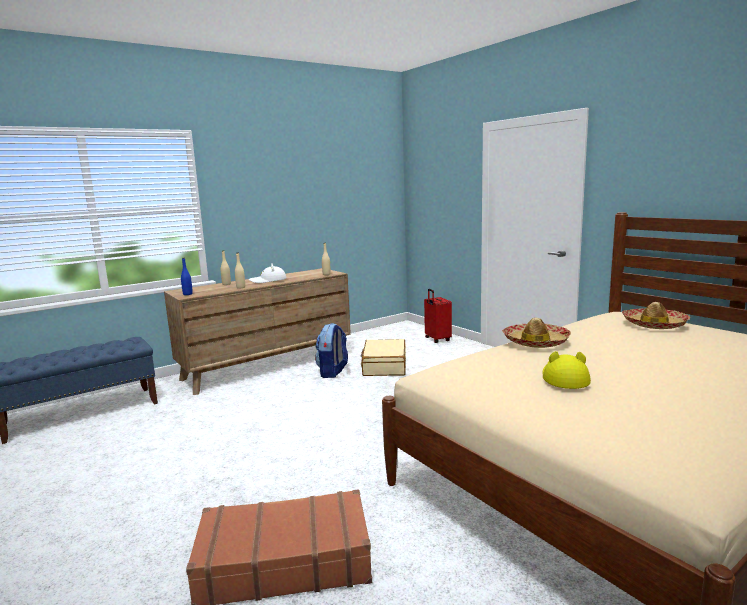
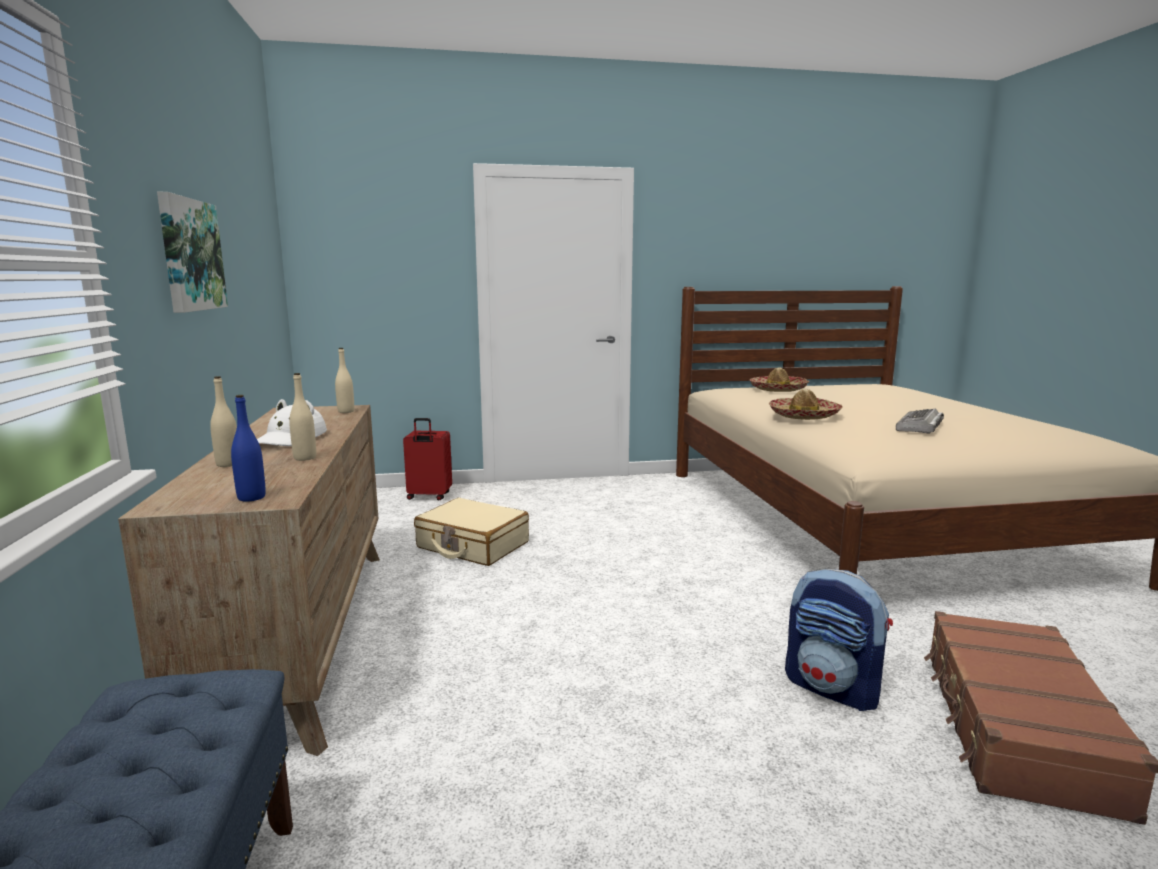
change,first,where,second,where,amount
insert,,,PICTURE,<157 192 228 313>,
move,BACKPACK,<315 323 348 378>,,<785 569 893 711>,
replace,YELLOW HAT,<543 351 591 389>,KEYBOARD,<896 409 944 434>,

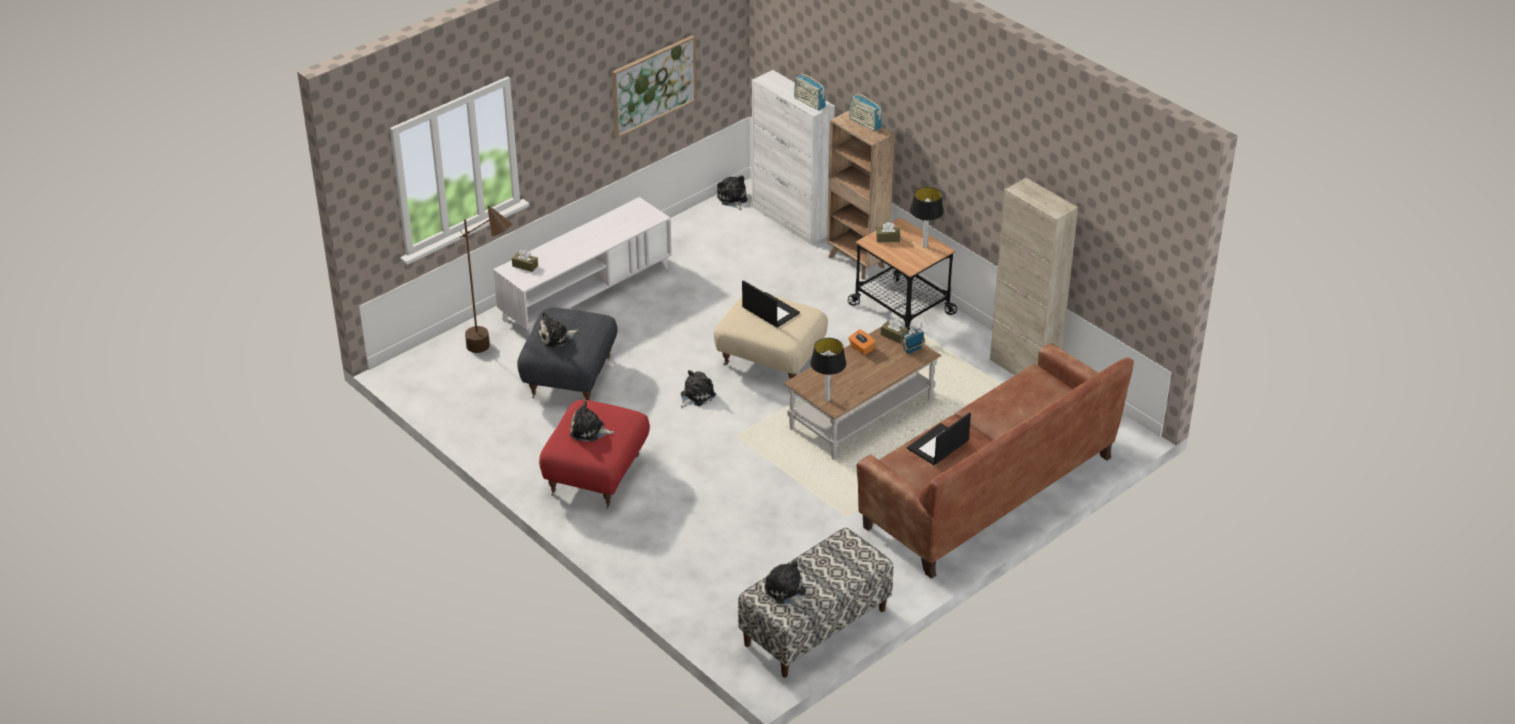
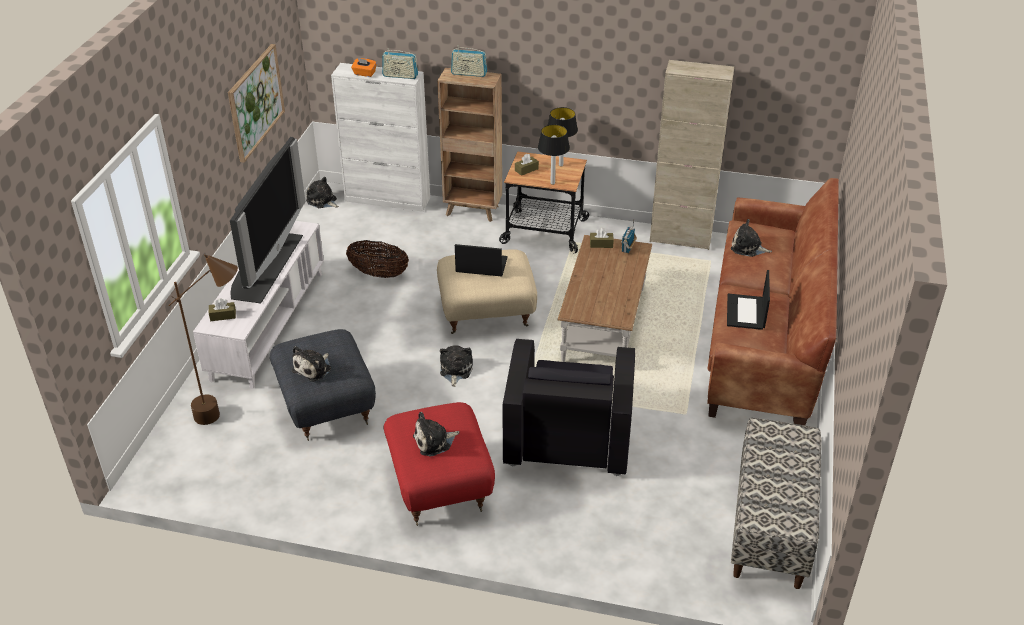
change,first,where,second,where,amount
insert,,,TELEVISION,<230 137 306 304>,
insert,,,BASKET,<346 240 409 278>,
insert,,,BLACK ARMCHAIR,<502 339 635 476>,
move,PLUSH TOY,<764 560 806 608>,,<731 219 772 257>,
move,TABLE LAMP,<810 338 846 401>,,<538 125 570 185>,
move,ORANGE TISSUE BOX,<848 329 876 355>,,<351 58 377 77>,

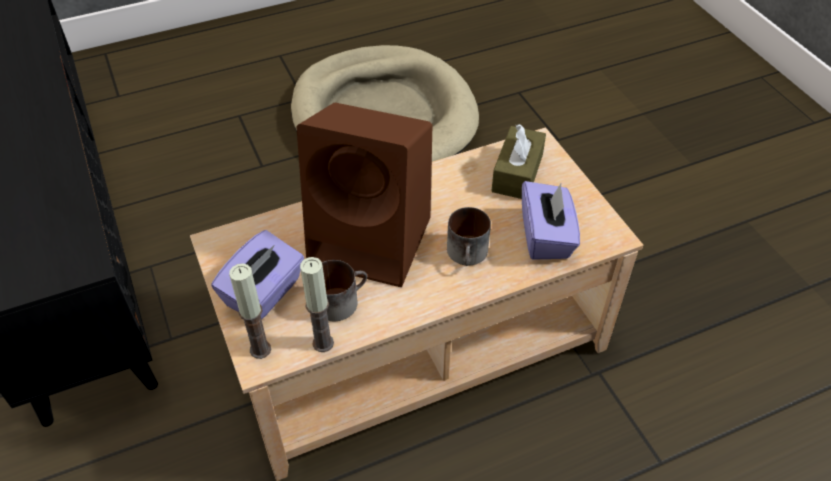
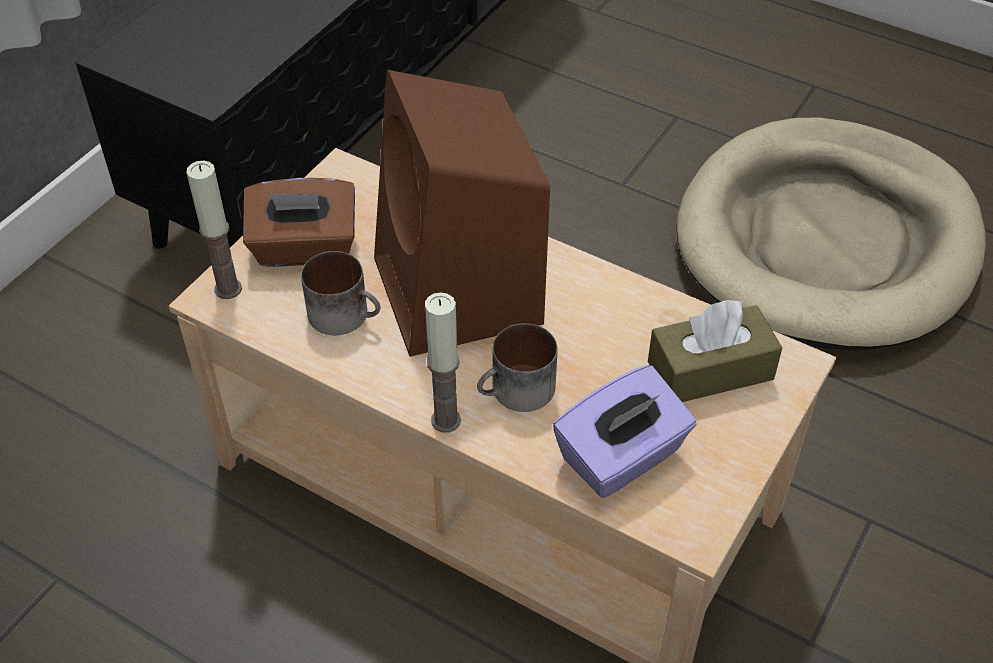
change,first,where,second,where,amount
move,CANDLE,<300 257 334 352>,,<425 292 461 433>,
recolor,PURPLE TISSUE BOX,<211 230 304 319>,BROWN TISSUE BOX,<243 178 355 267>,

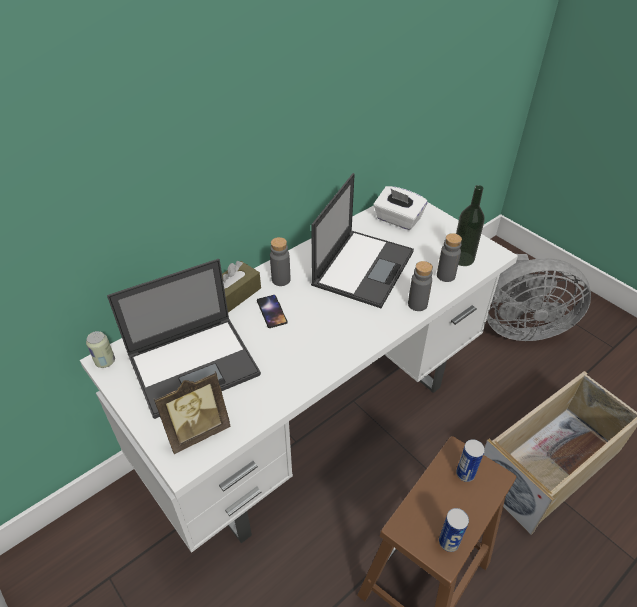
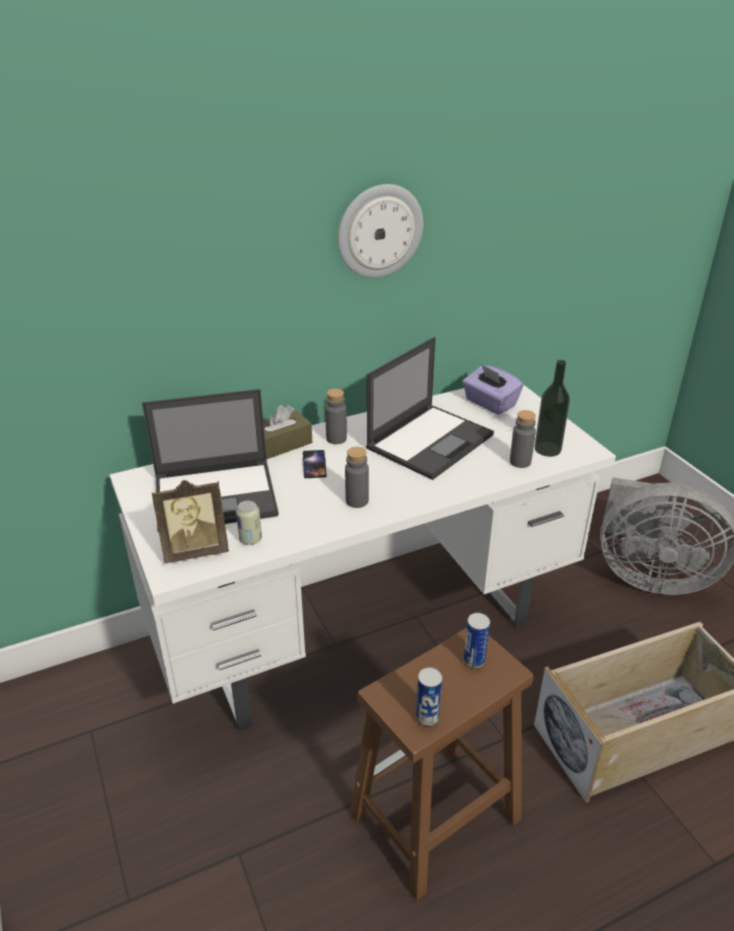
change,first,where,second,where,amount
insert,,,WALL CLOCK,<338 184 423 278>,
move,CAN,<86 331 115 368>,,<236 501 262 545>,
move,GREY BOTTLE,<408 261 433 311>,,<345 447 369 508>,
recolor,WHITE TISSUE BOX,<373 186 427 230>,PURPLE TISSUE BOX,<462 365 523 414>,

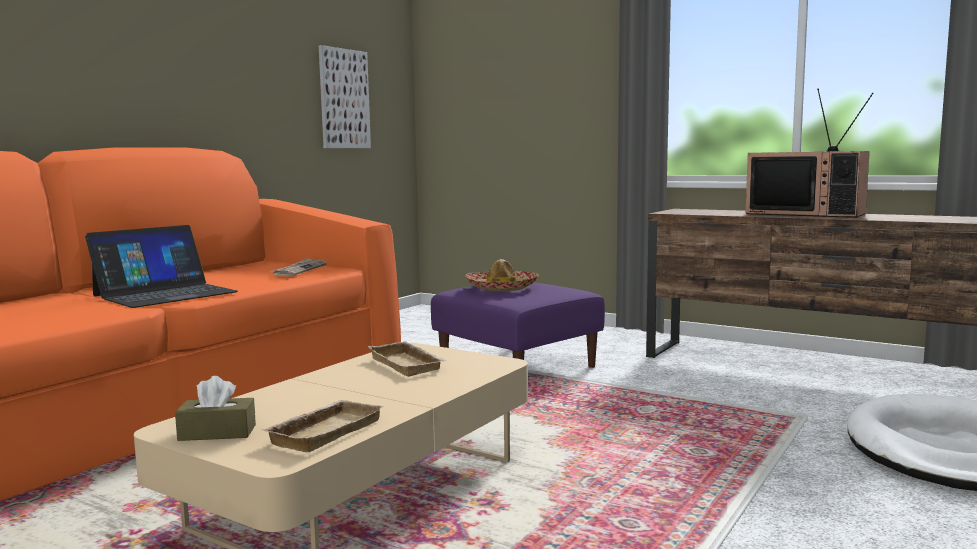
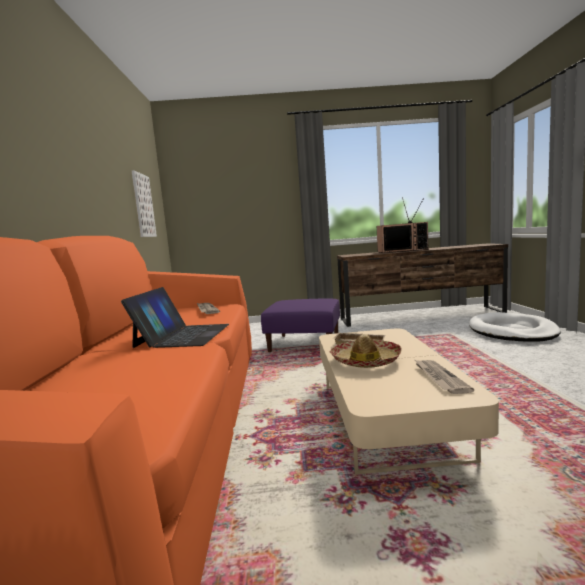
change,first,where,second,where,amount
delete,BROWN TISSUE BOX,<175 376 256 441>,,,
move,HAT,<465 259 539 291>,,<330 334 402 368>,
replace,BEIGE TRAY,<262 400 384 452>,NEWSPAPER,<415 360 474 394>,

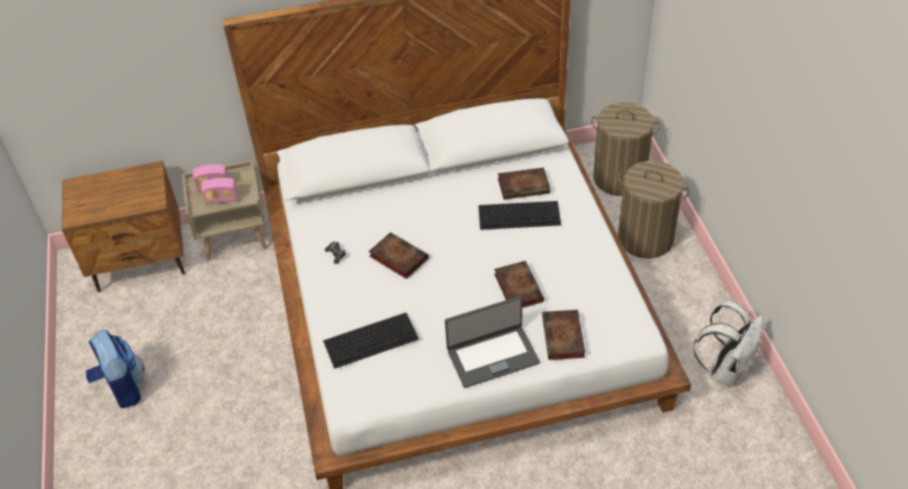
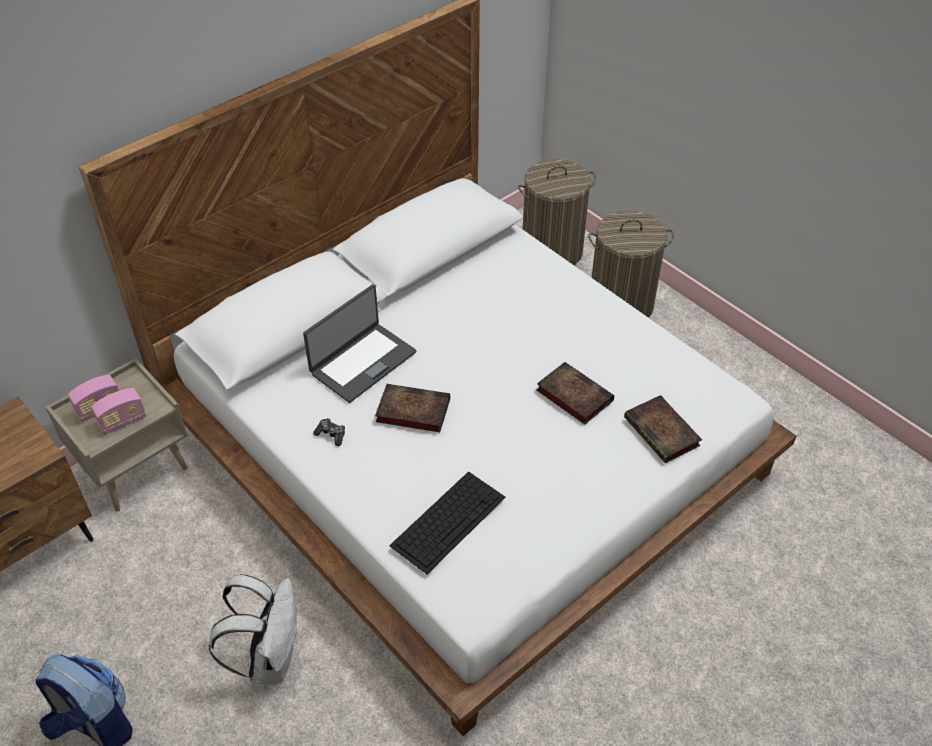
change,first,where,second,where,amount
delete,KEYBOARD,<478 201 561 230>,,,
delete,BOOK,<498 167 551 199>,,,
move,LAPTOP,<445 296 540 388>,,<303 284 416 403>,
move,WHITE BACKPACK,<693 301 764 387>,,<209 574 298 685>,

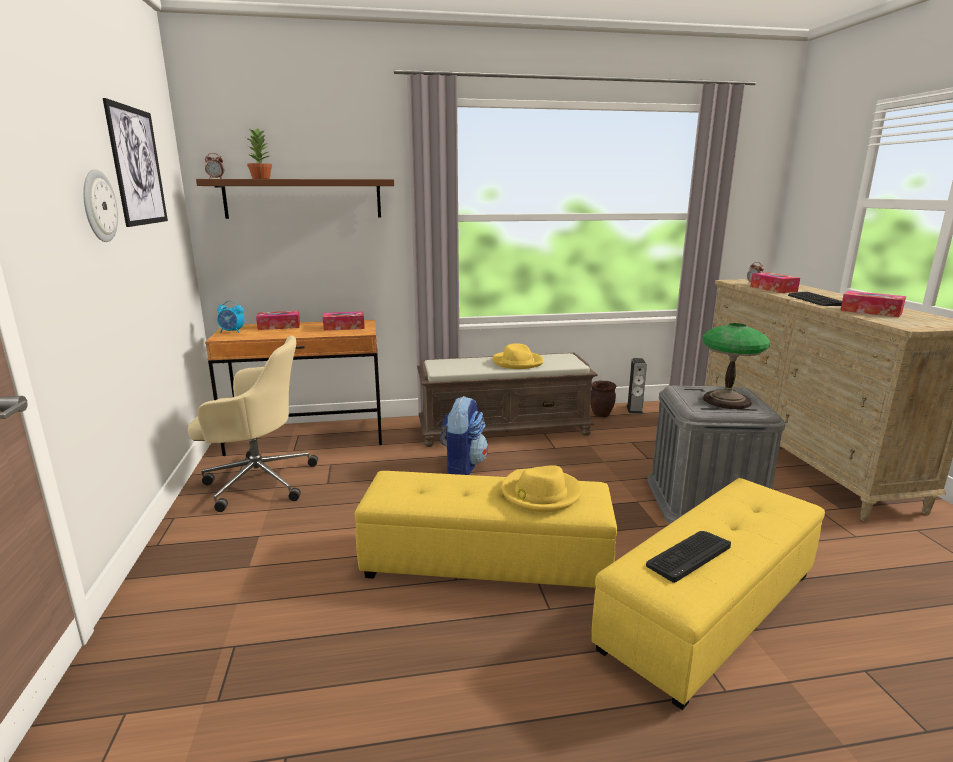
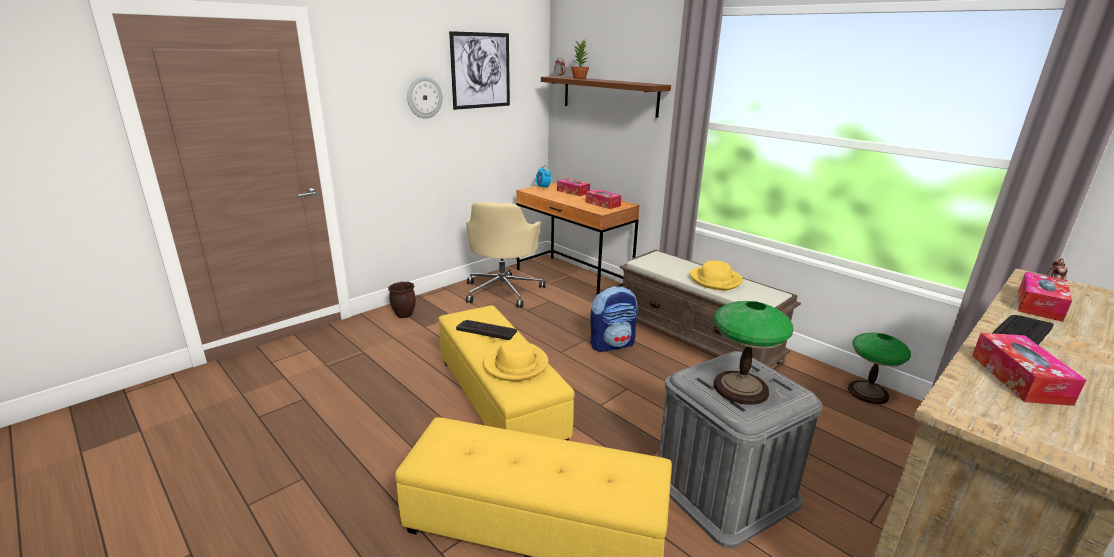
change,first,where,second,where,amount
move,BROWN PLANTER,<590 380 617 417>,,<388 282 416 318>,
move,KEYBOARD,<646 531 731 583>,,<456 320 517 340>,
replace,SPEAKER,<627 358 647 414>,TABLE LAMP,<847 332 911 404>,
rotate,BEIGE OFFICE CHAIR,<188 336 318 512>,,<466 202 545 308>,45 degrees clockwise

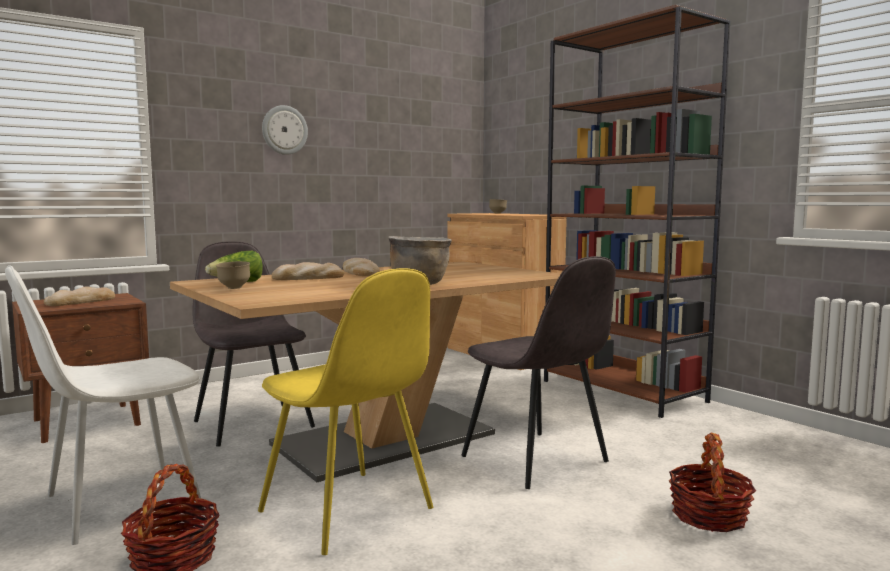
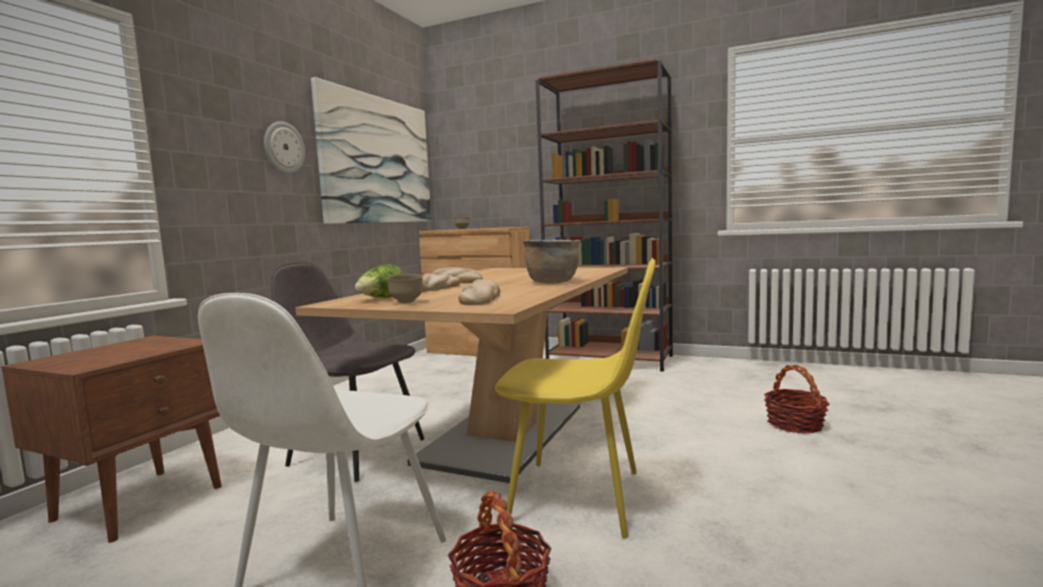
change,first,where,second,where,amount
delete,GREY CHAIR,<462 256 616 489>,,,
insert,,,PICTURE,<311 77 431 224>,
move,BREAD,<44 286 115 306>,,<458 279 500 305>,

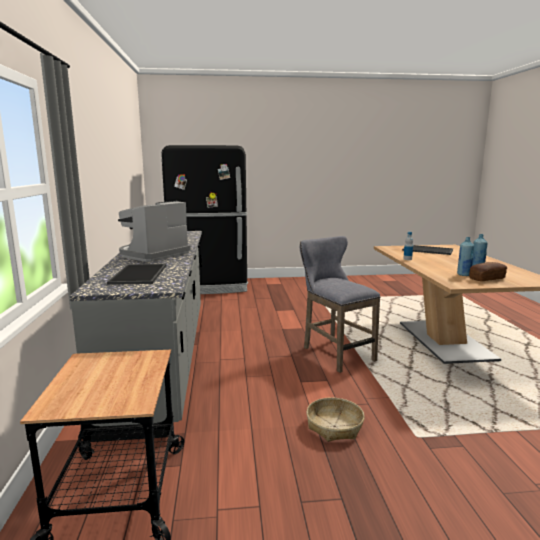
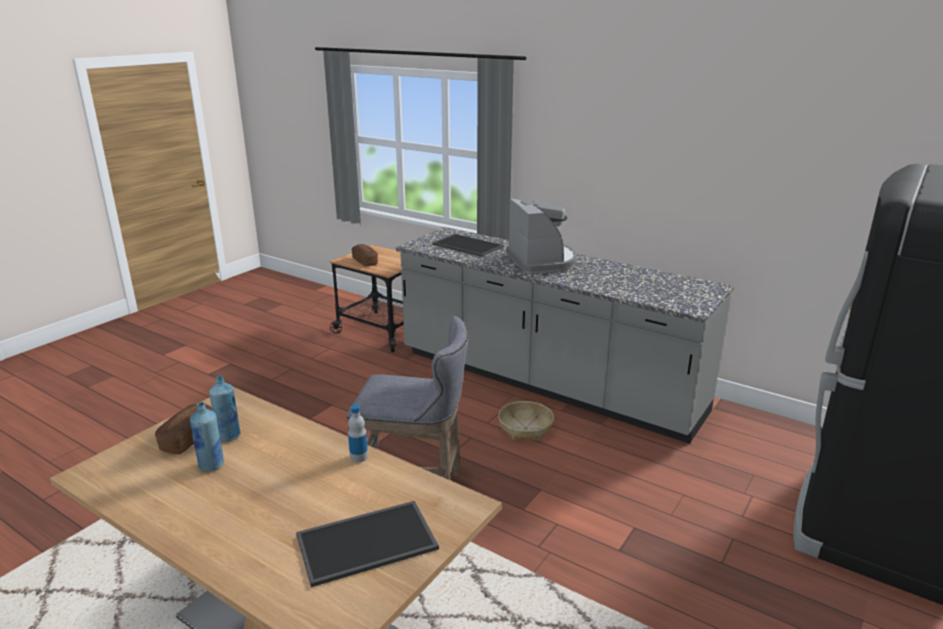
change,first,where,second,where,amount
insert,,,BREAD,<351 244 378 266>,
move,BASKET,<306 397 365 442>,,<498 401 554 441>,

